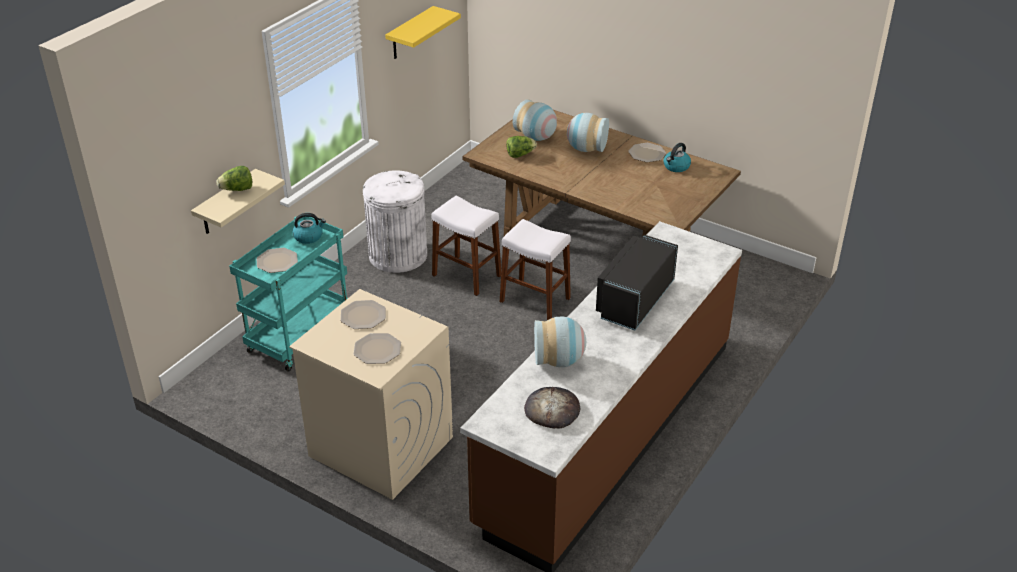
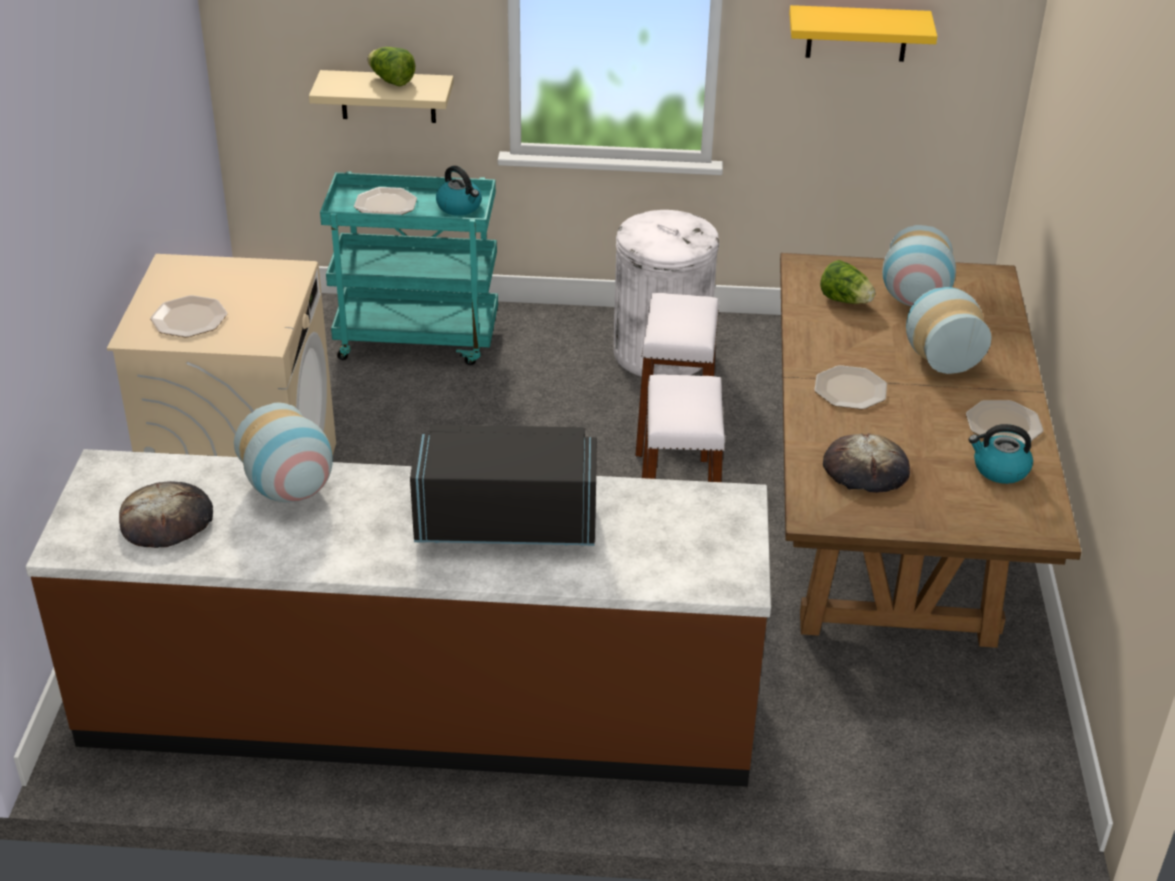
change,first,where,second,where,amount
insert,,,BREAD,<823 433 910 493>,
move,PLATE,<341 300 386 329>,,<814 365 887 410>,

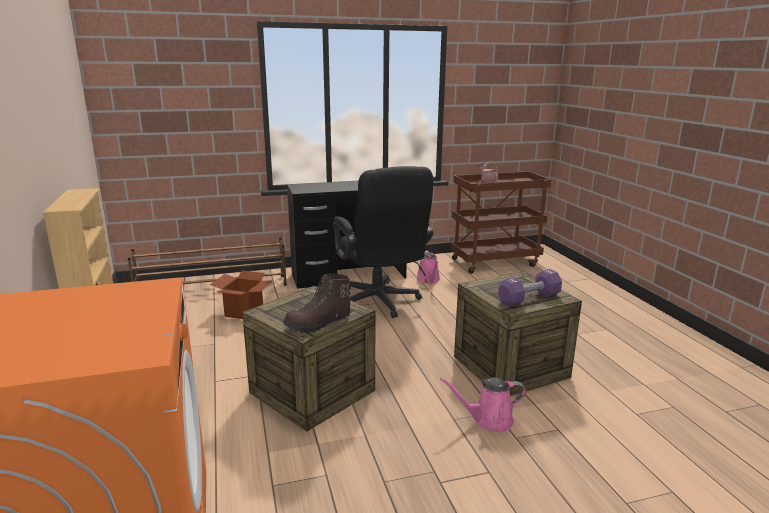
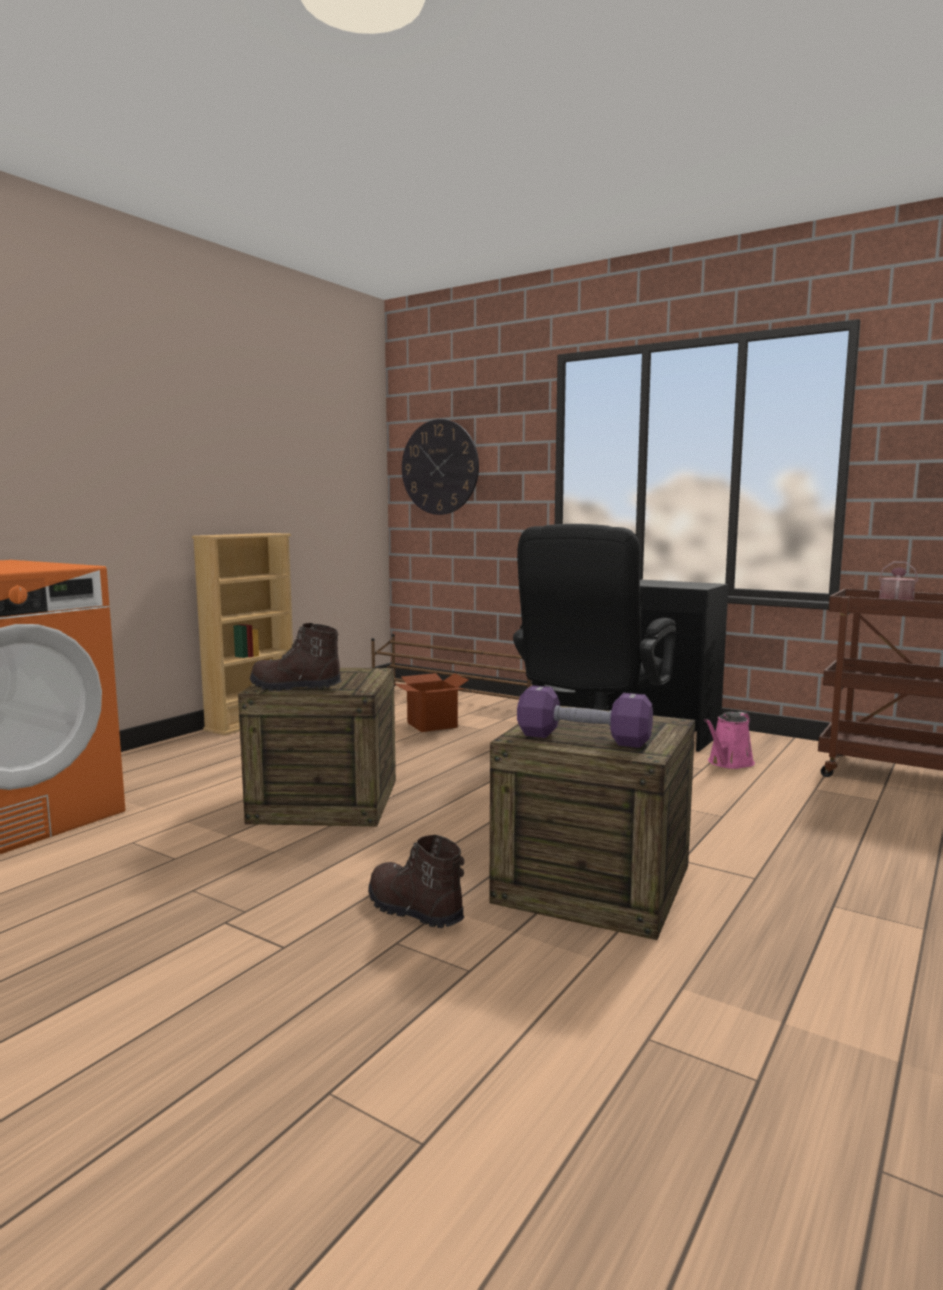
change,first,where,second,where,amount
insert,,,WALL CLOCK,<402 419 479 515>,
replace,PINK WATERING CAN,<440 377 526 432>,BROWN BOOT,<368 835 464 928>,

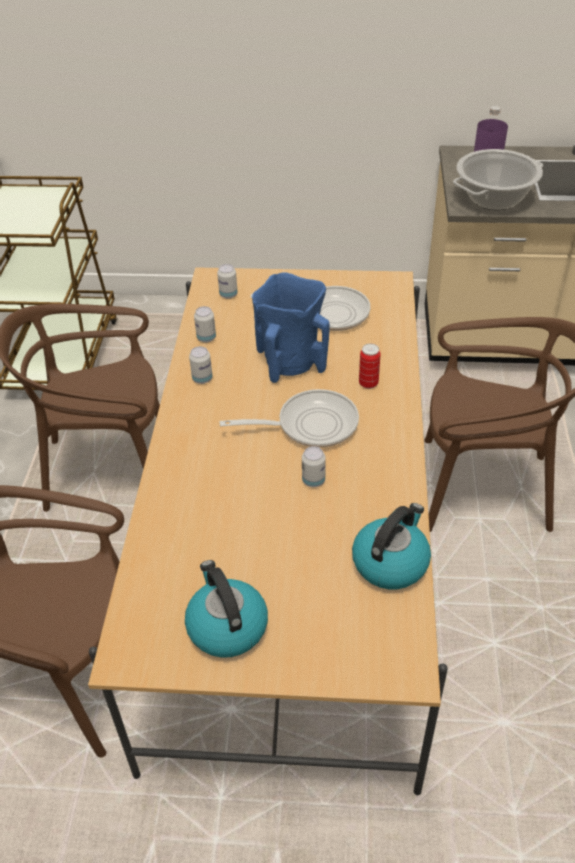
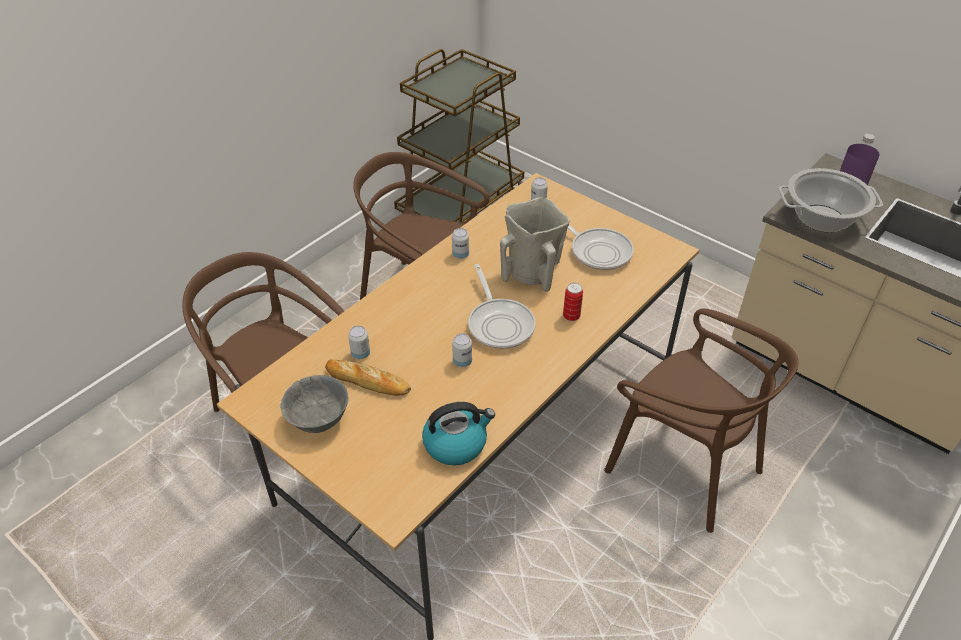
change,first,where,second,where,amount
insert,,,BREAD,<325 359 411 396>,
move,CAN,<194 306 216 343>,,<348 326 370 359>,
replace,KETTLE,<185 560 268 658>,GREY BOWL,<280 375 348 433>,
recolor,BLUE VASE,<252 272 330 383>,BEIGE VASE,<500 197 570 292>,
rotate,FRYING PAN,<219 389 359 448>,,<468 264 536 349>,45 degrees clockwise

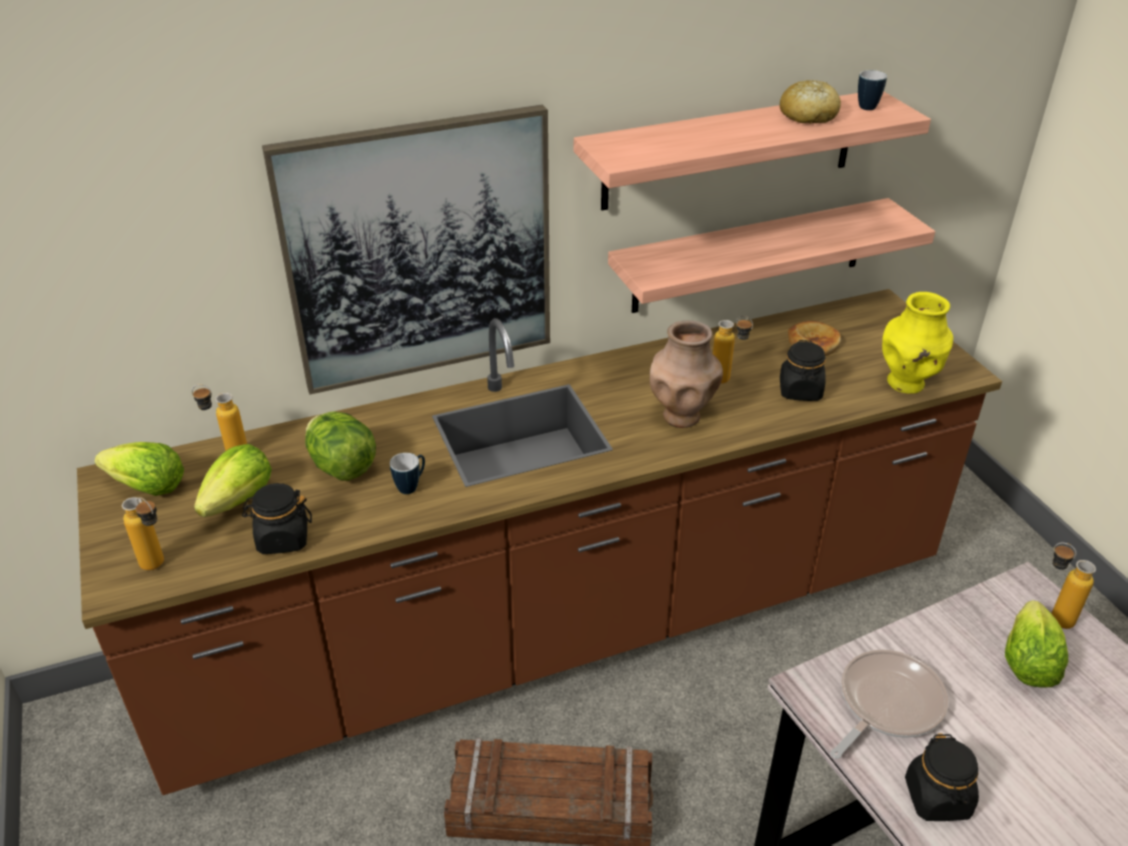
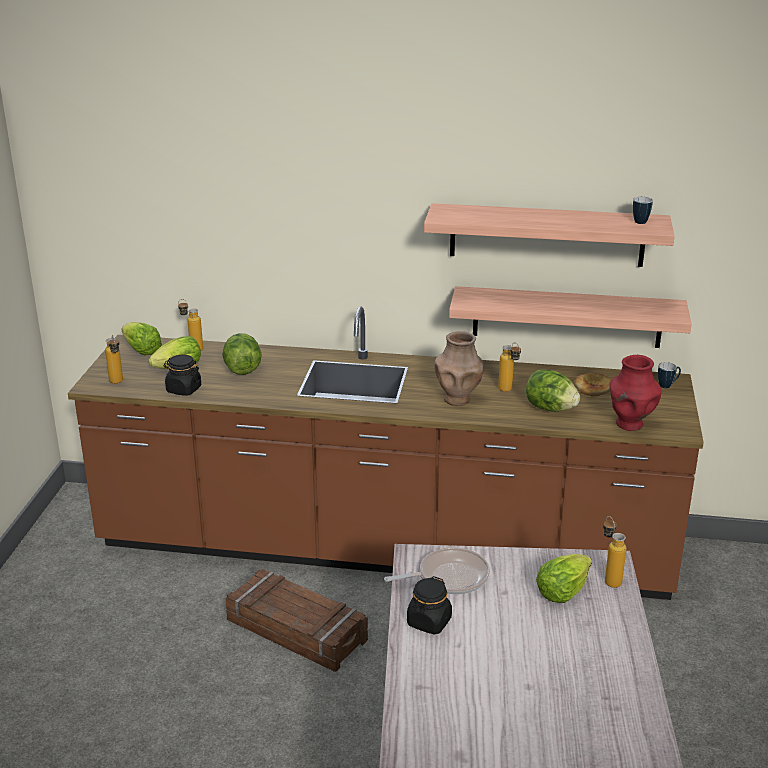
change,first,where,second,where,amount
delete,PICTURE,<262 105 550 394>,,,
delete,BREAD,<780 80 841 124>,,,
move,MUG,<390 453 425 494>,,<658 362 681 388>,
replace,BLACK JAR,<780 340 826 401>,LETTUCE,<526 369 580 412>,
recolor,YELLOW VASE,<882 292 953 394>,RED VASE,<610 355 662 431>,

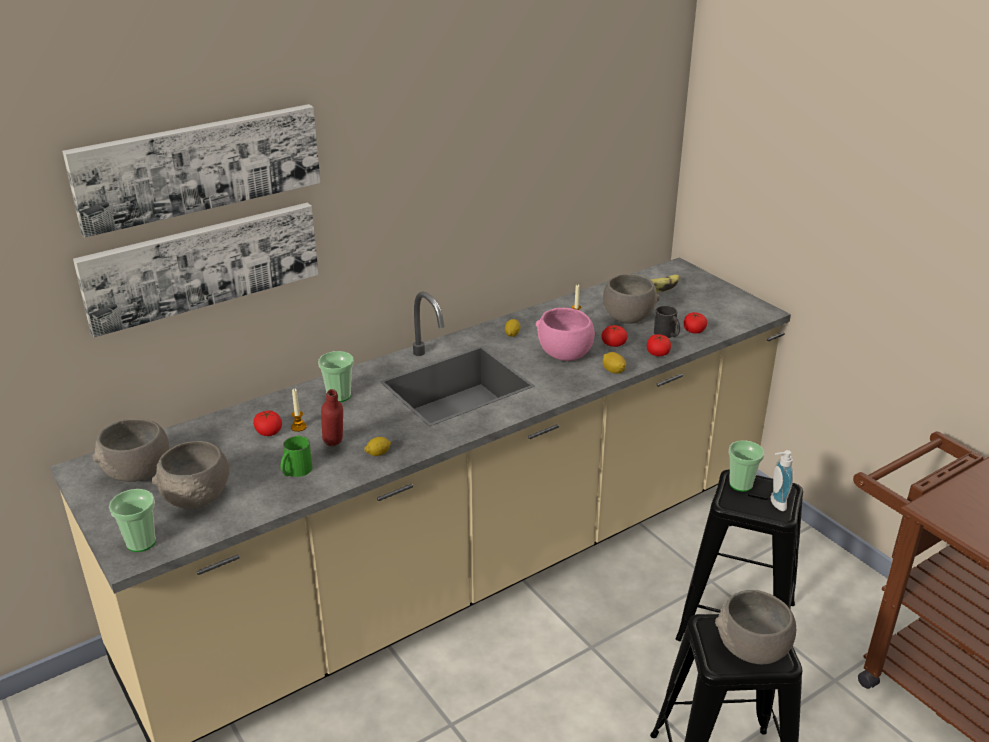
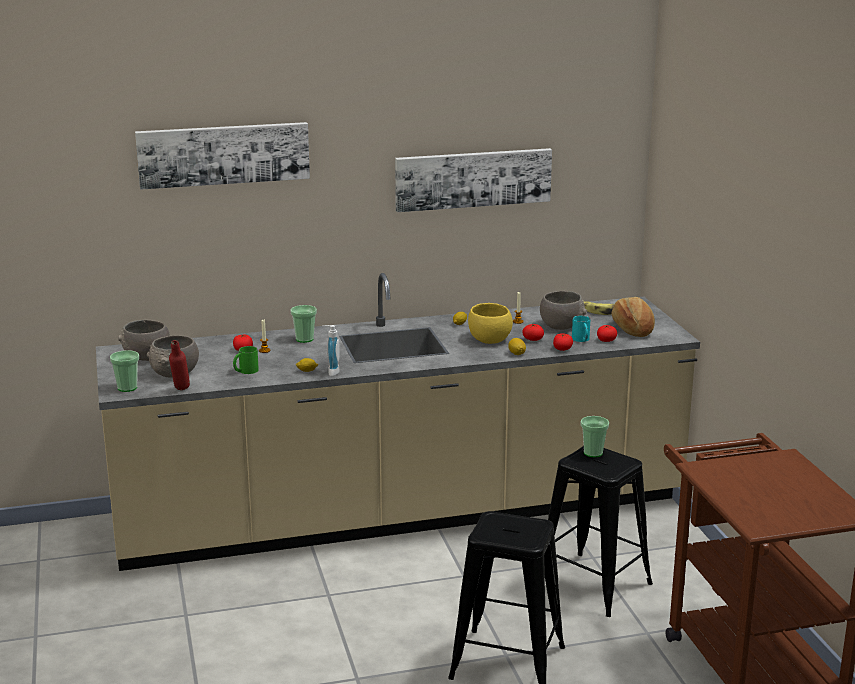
change,first,where,second,where,amount
delete,GREY BOWL,<715 590 796 664>,,,
insert,,,BREAD,<612 297 655 337>,
move,PICTURE,<73 203 319 338>,,<395 148 552 212>,
move,RED BOTTLE,<321 389 343 446>,,<169 340 190 390>,
move,SOAP DISPENSER,<770 450 794 511>,,<322 325 340 376>,
recolor,PINK BOWL,<536 308 595 361>,YELLOW BOWL,<468 303 513 344>,
recolor,BLACK MUG,<654 306 680 338>,TURQUOISE MUG,<572 316 590 342>,

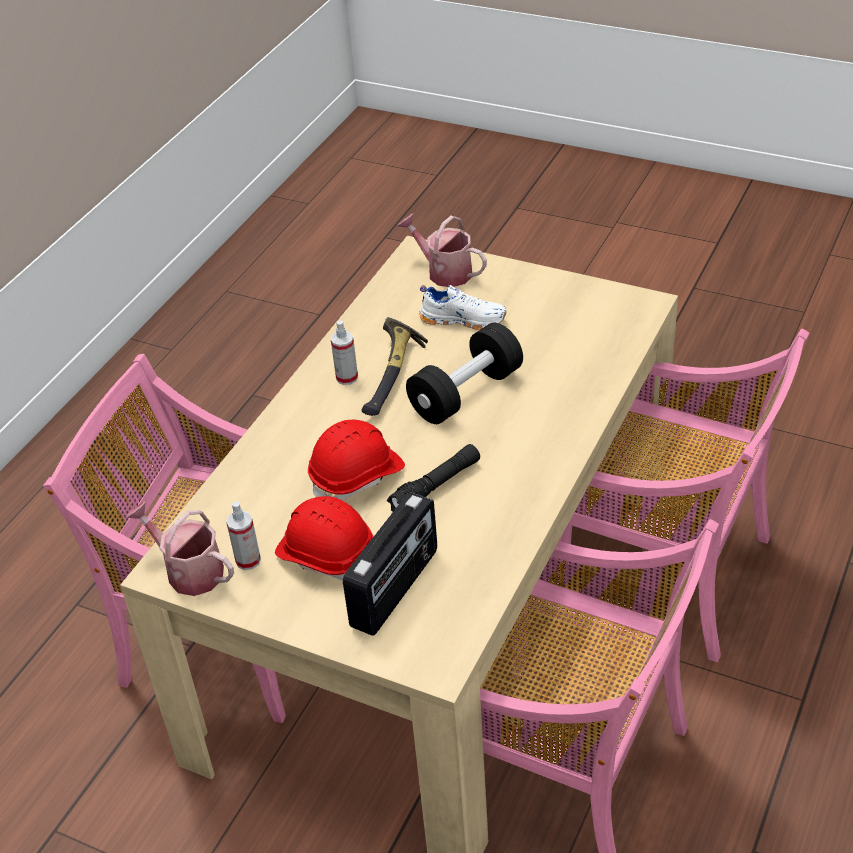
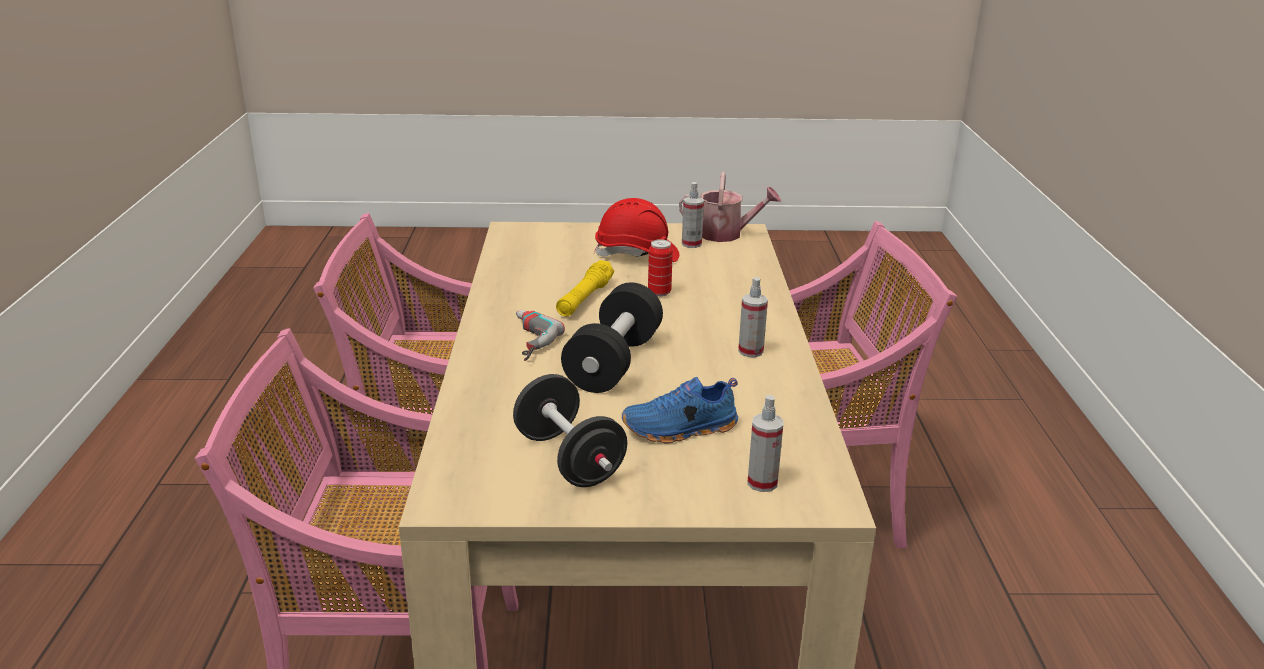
change,first,where,second,where,amount
delete,RADIO,<343 492 437 636>,,,
delete,HAMMER,<362 317 428 416>,,,
insert,,,BLACK DUMBBELL,<513 374 627 487>,
insert,,,POWER DRILL,<516 310 565 361>,
replace,RED HARD HAT,<308 420 405 501>,CAN,<648 239 673 297>,
replace,WATERING CAN,<397 213 487 287>,SPRAY BOTTLE,<747 395 784 492>,
recolor,BLACK FLASHLIGHT,<387 444 480 512>,YELLOW FLASHLIGHT,<556 260 614 317>,
recolor,WHITE SHOE,<419 285 507 330>,BLUE SHOE,<622 377 738 444>,

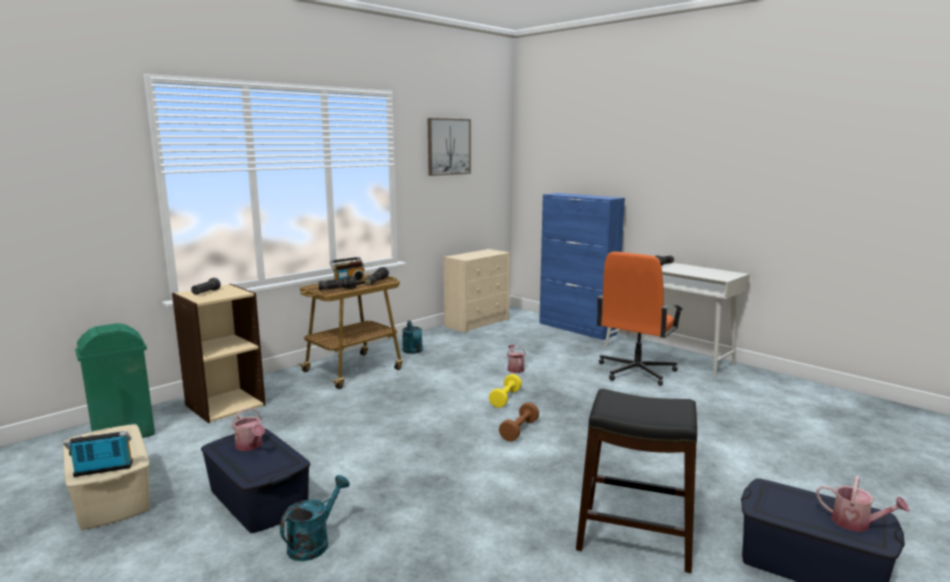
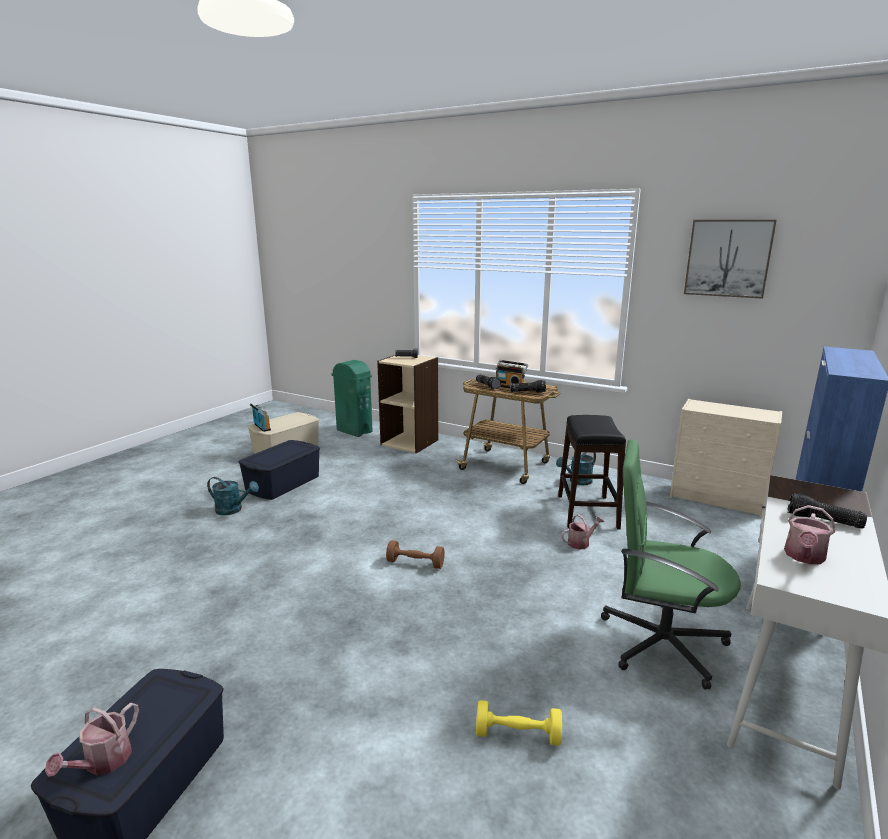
change,first,where,second,where,amount
move,WATERING CAN,<232 407 265 451>,,<784 505 835 564>,
move,YELLOW DUMBBELL,<489 374 522 408>,,<476 700 562 746>,
move,BLACK STOOL,<576 389 697 573>,,<558 415 626 529>,
recolor,ORANGE OFFICE CHAIR,<596 252 683 386>,GREEN OFFICE CHAIR,<601 439 741 690>,

